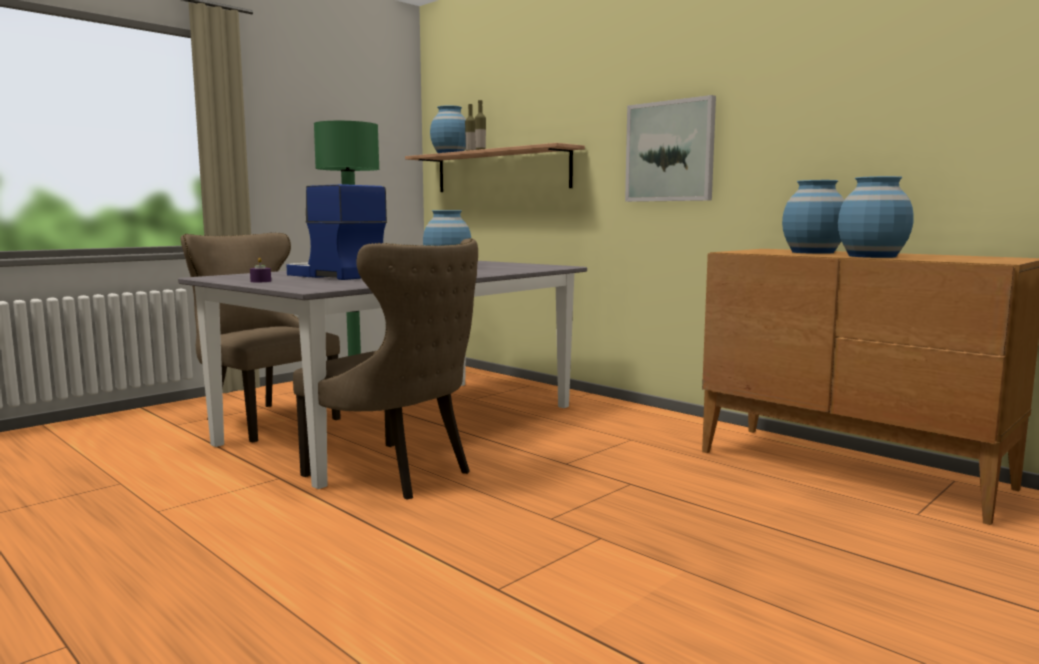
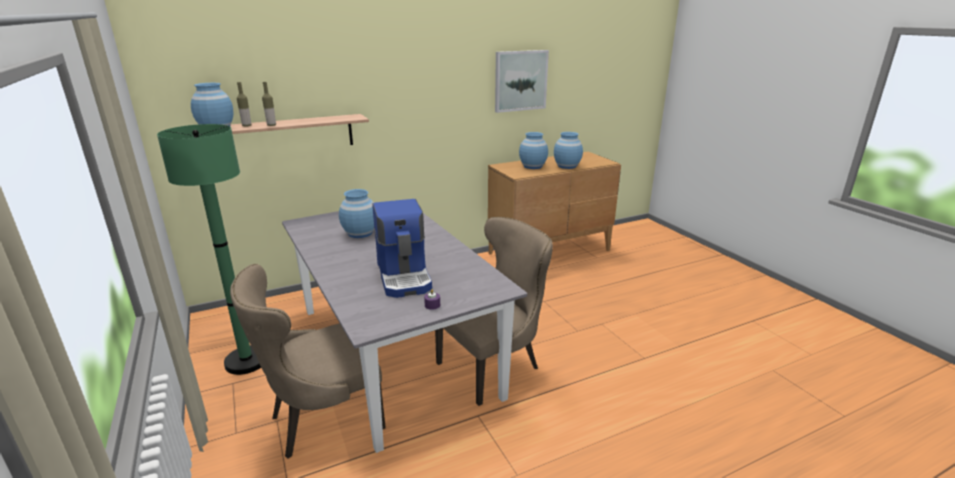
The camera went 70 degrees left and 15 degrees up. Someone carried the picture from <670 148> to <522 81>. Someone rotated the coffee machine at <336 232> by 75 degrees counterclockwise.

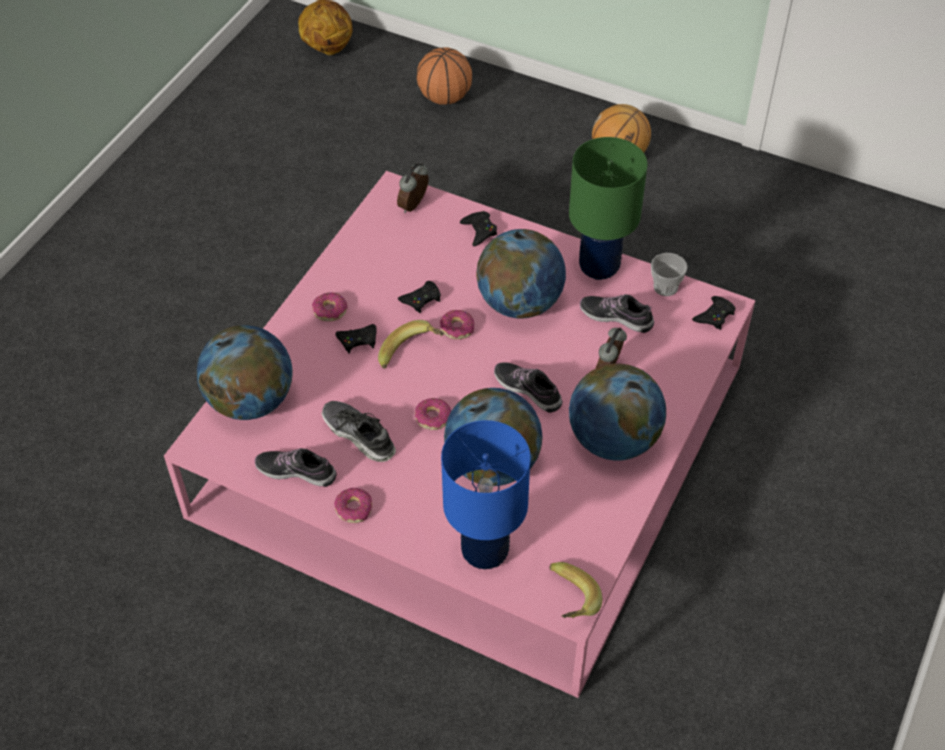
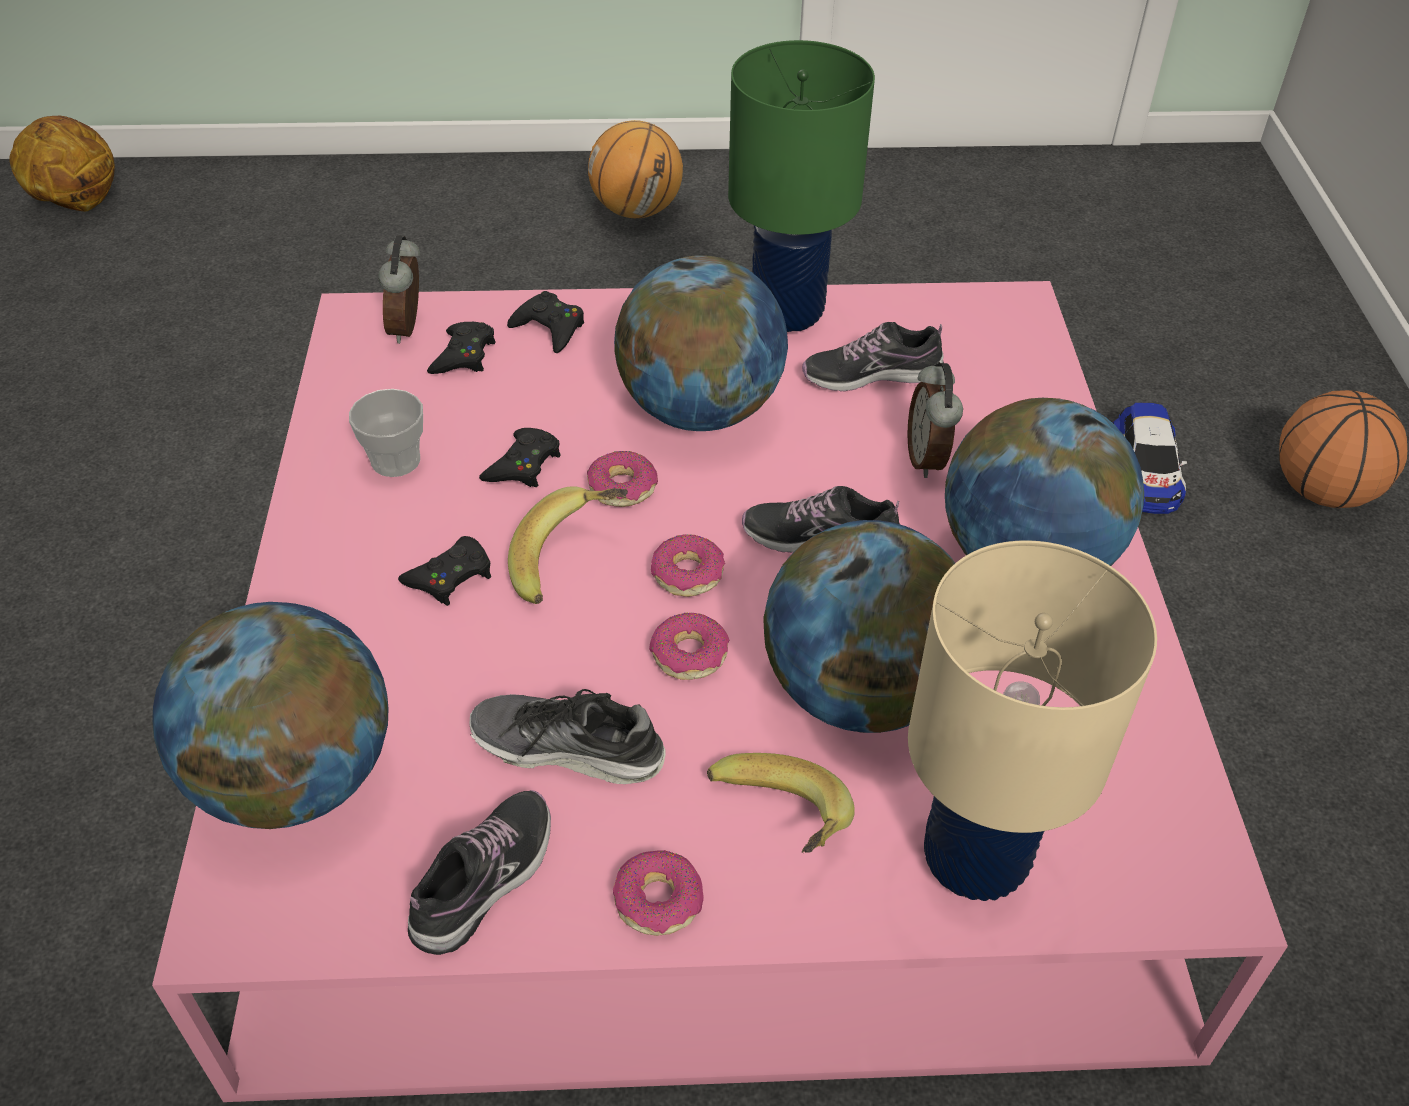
The camera went 30 degrees left and 5 degrees down. Someone carried the basketball from <444 76> to <1343 449>. Someone carried the cup from <669 274> to <386 433>. Someone carried the donut from <330 307> to <688 565>. Someone carried the black game controller from <713 313> to <461 348>. Someone repainted the blue table lamp at <485 494>, which became the beige table lamp at <1032 720>. Someone rotated the shoe at <295 467> by 135 degrees clockwise. Someone carried the banana from <575 590> to <780 803>. Someone put down the toy car at <1149 458>.

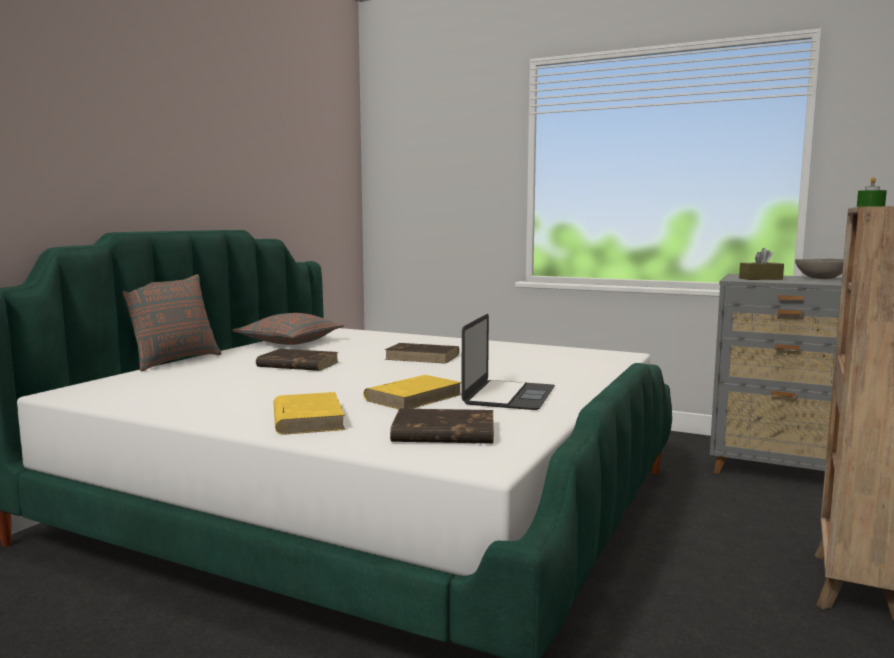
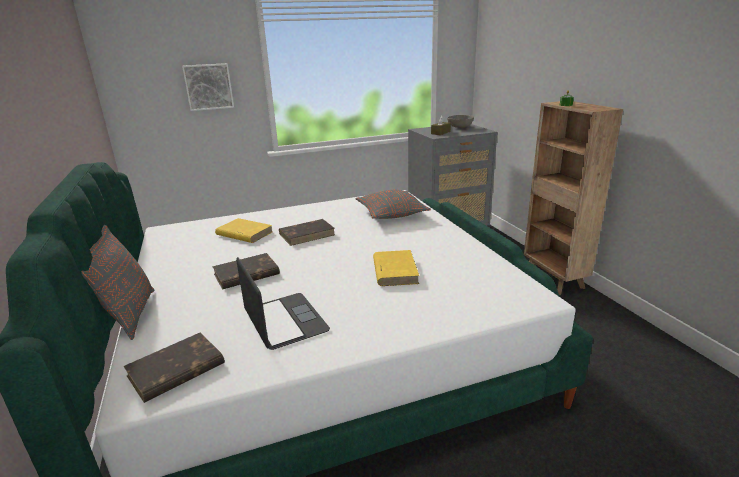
The camera went 45 degrees left and 15 degrees up. Someone carried the grey pillow from <288 329> to <393 204>. Someone carried the laptop from <508 362> to <283 303>. Someone carried the yellow book from <309 413> to <243 230>. Someone carried the brown book from <442 426> to <174 367>. Someone put up the picture at <208 87>.

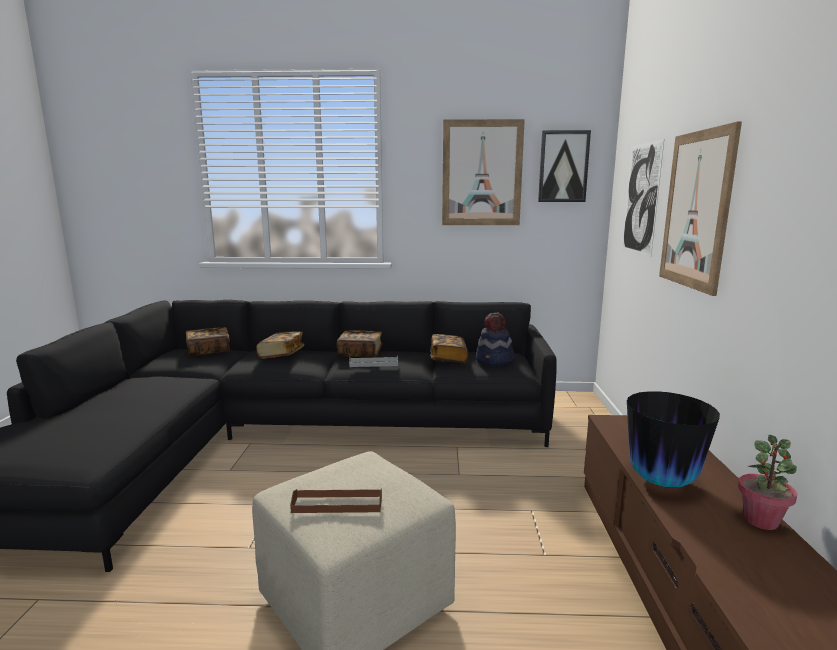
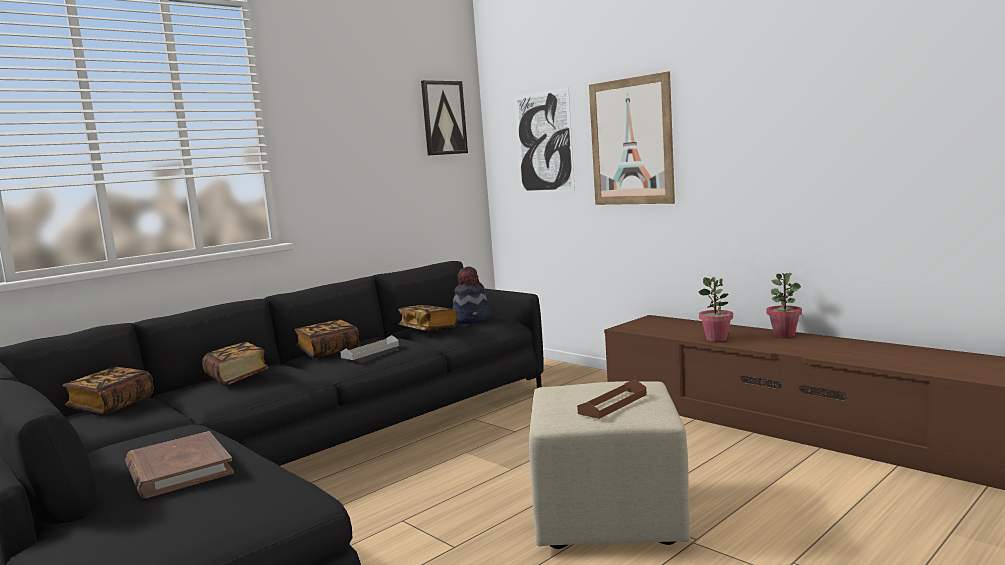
The camera went 45 degrees left and 5 degrees down. Someone took away the picture at <483 172>. Someone swapped the vase at <673 439> for the potted plant at <716 309>. Someone put down the brown book at <179 465>.

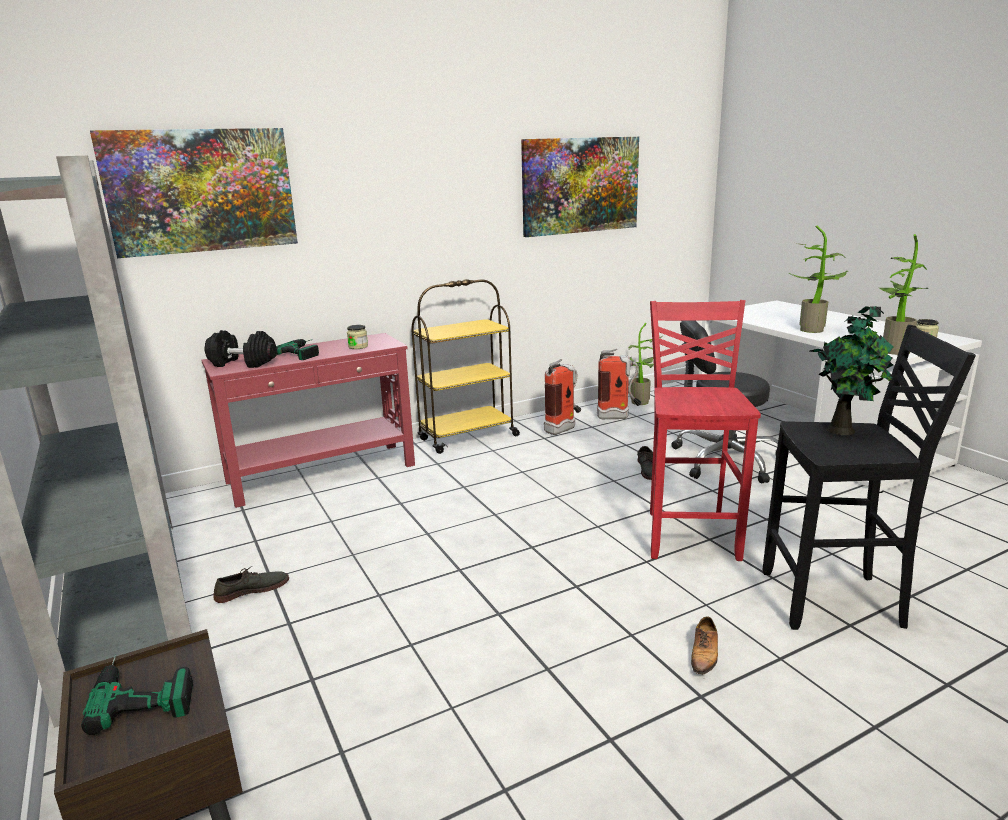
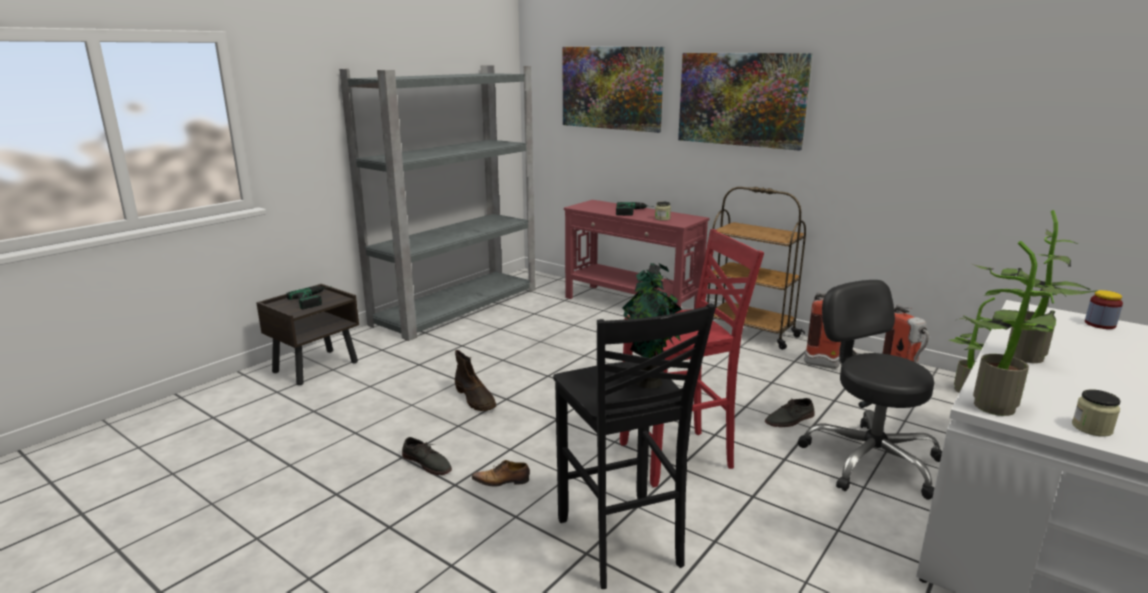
The camera went 65 degrees right and 0 degrees up. Someone carried the picture from <580 187> to <745 102>. Someone repainted the yellow cart at <466 366>, which became the brown cart at <756 268>. Someone took away the black dumbbell at <240 349>. Someone carried the grey shoe from <251 584> to <427 456>. Someone put down the jar at <1104 309>. Someone put down the brown boot at <475 380>.

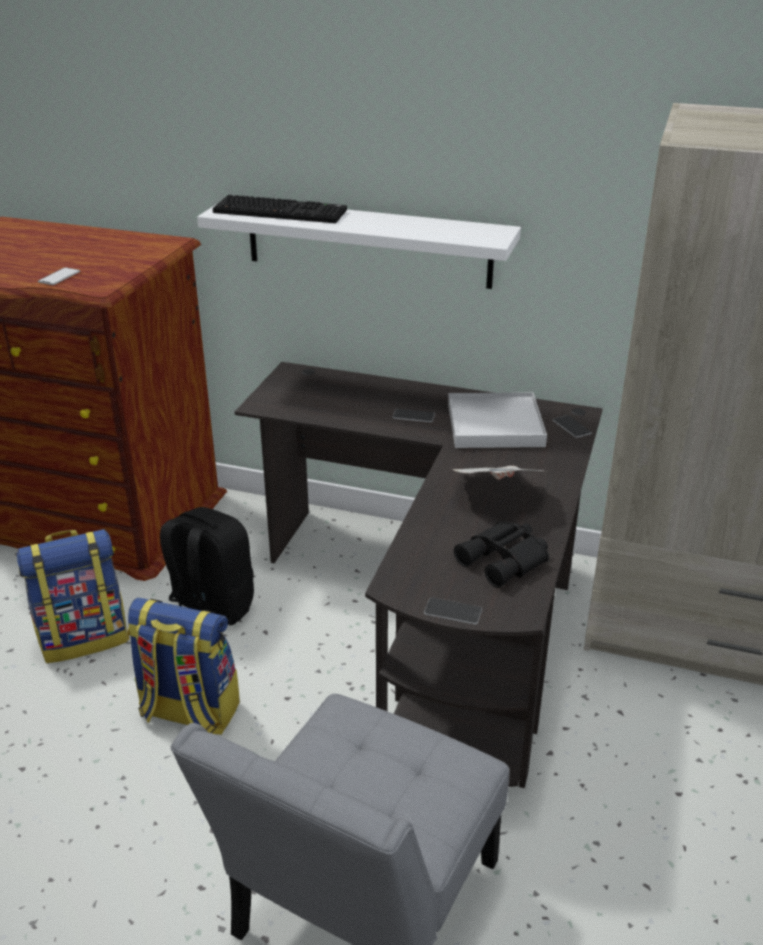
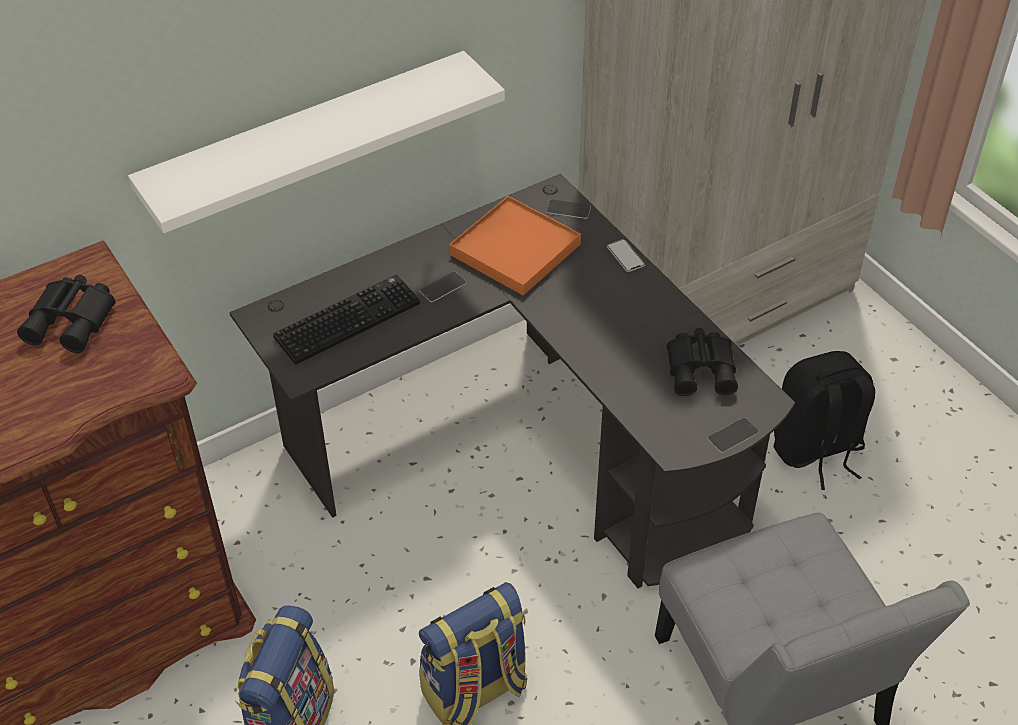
The camera went 50 degrees left and 15 degrees up. Someone carried the keyboard from <280 209> to <346 320>. Someone carried the phone from <59 276> to <626 255>. Someone repainted the white tray at <497 420>, which became the orange tray at <515 245>. Someone took away the newspaper at <499 473>. Someone carried the black backpack from <207 566> to <824 420>. Someone put down the black binoculars at <66 314>.

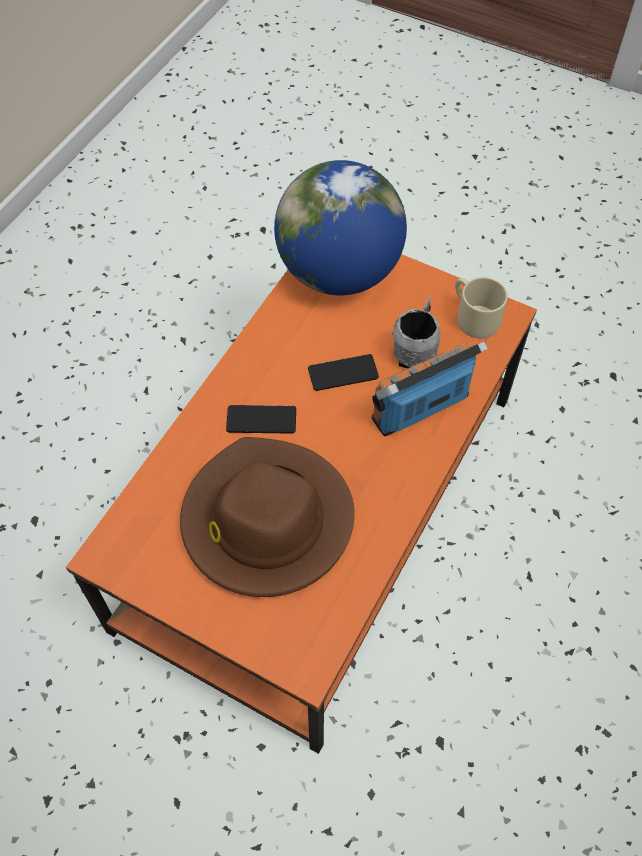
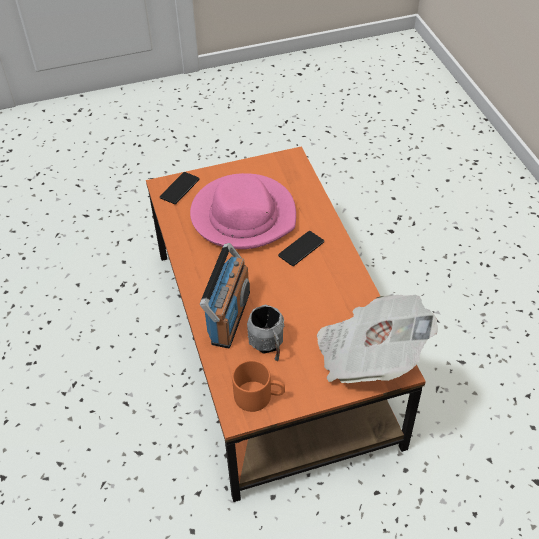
The camera went 135 degrees right and 10 degrees down. Someone swapped the globe at <340 227> for the newspaper at <377 339>. Someone repainted the beige mug at <481 307>, which became the orange mug at <258 386>. Someone carried the phone from <343 372> to <180 188>. Someone repainted the brown hat at <267 517>, which became the pink hat at <243 211>.

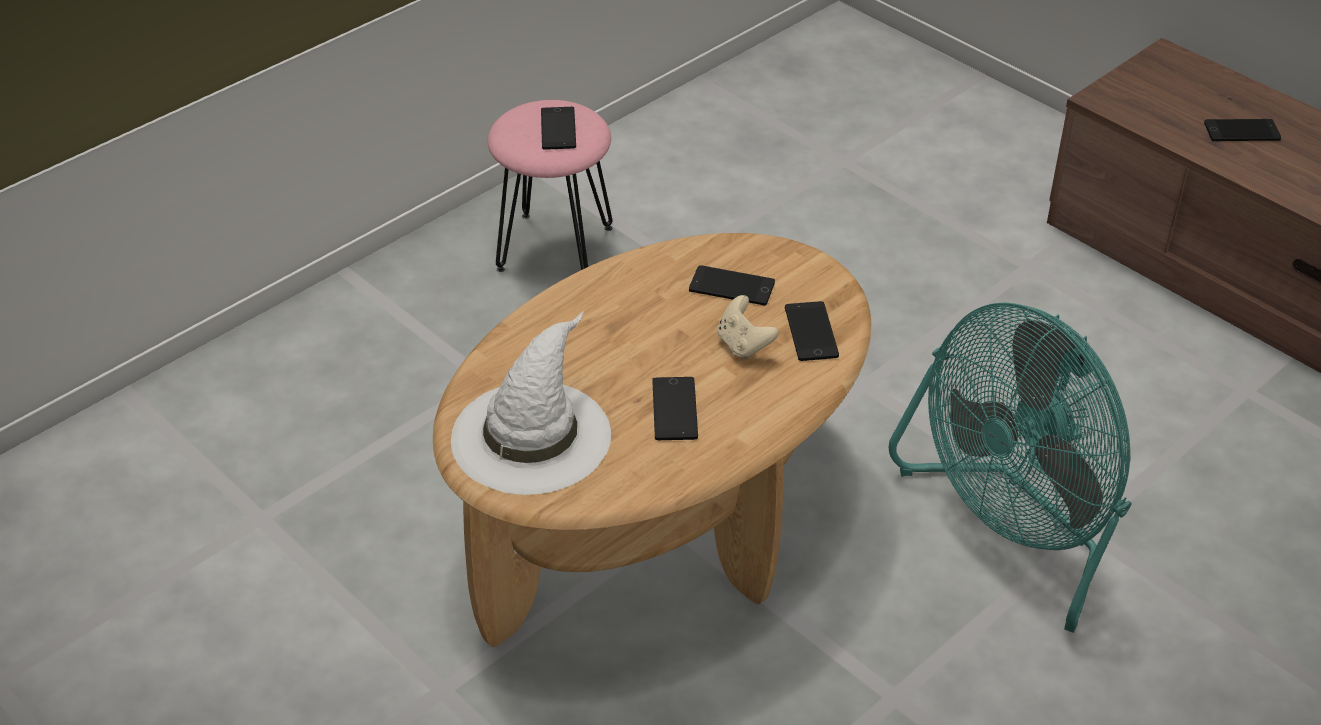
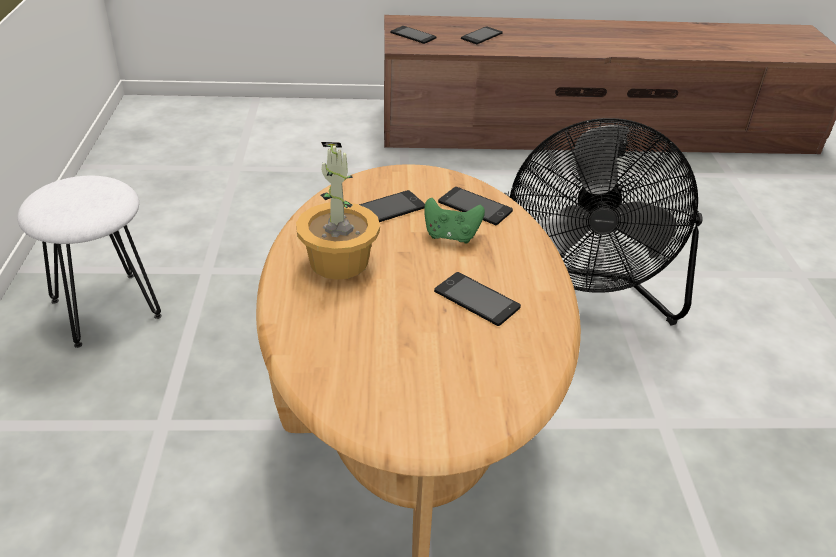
The camera went 50 degrees left and 5 degrees down. Someone repainted the pink stool at <550 186>, which became the white stool at <89 262>. Someone carried the phone from <558 128> to <413 35>. Someone repainted the beige game controller at <748 327>, which became the green game controller at <454 221>. Someone repainted the turquoise fan at <1010 468>, which became the black fan at <603 222>. Someone took away the white hat at <531 402>. Someone put down the potted plant at <338 211>.

